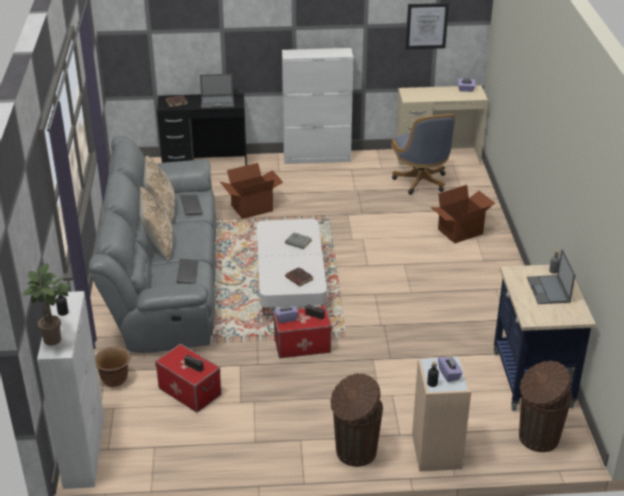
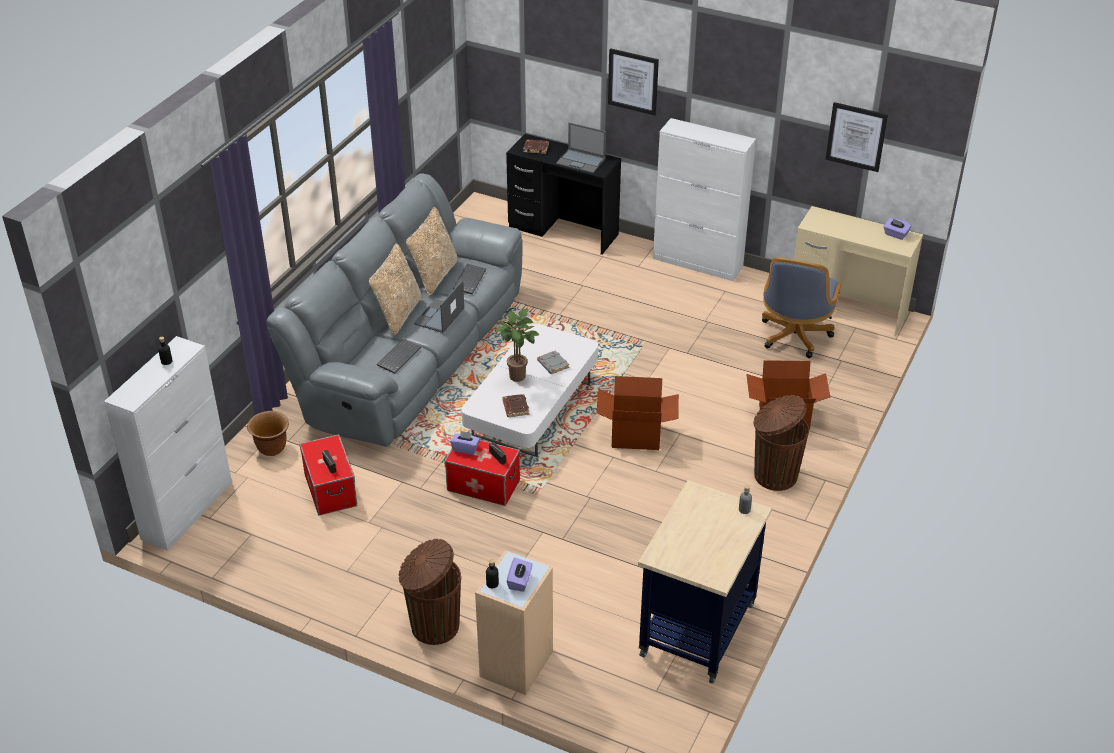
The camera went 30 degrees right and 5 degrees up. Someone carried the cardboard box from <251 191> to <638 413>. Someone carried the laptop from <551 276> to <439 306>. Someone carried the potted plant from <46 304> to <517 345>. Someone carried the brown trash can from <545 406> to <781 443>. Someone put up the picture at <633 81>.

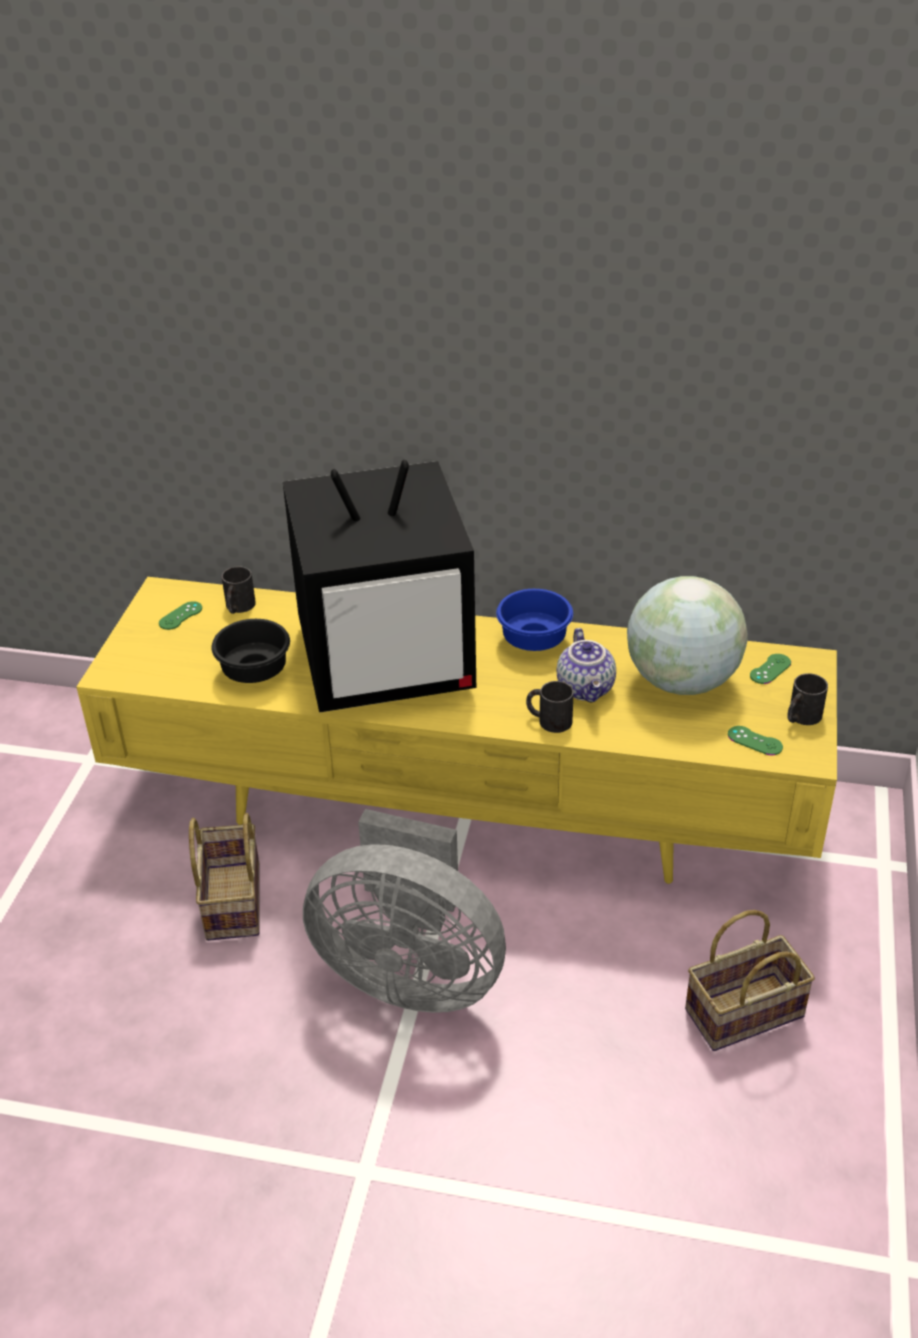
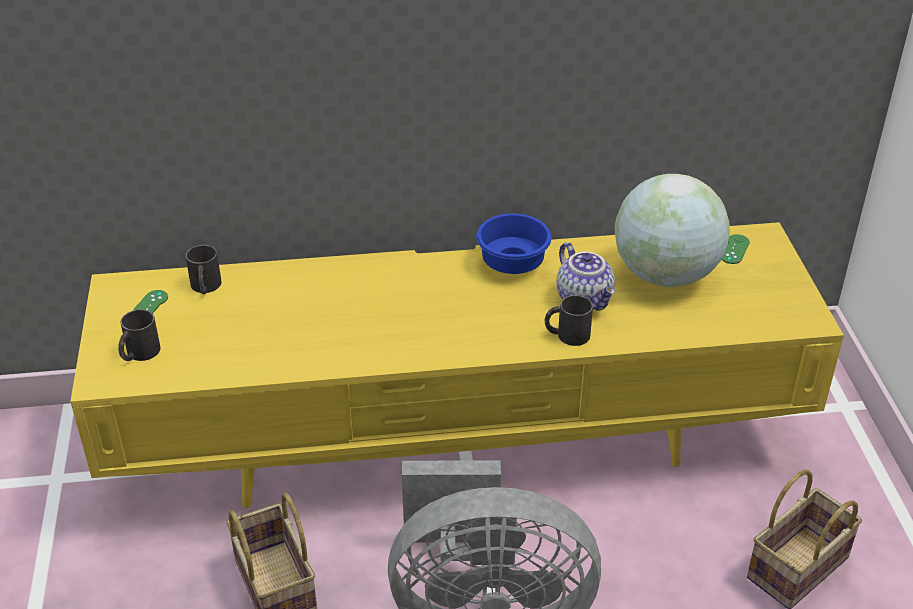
The camera went 20 degrees left and 0 degrees up. Someone took away the television at <379 586>. Someone took away the black bowl at <250 651>. Someone carried the black mug from <807 699> to <139 335>. Someone took away the green game controller at <755 740>.

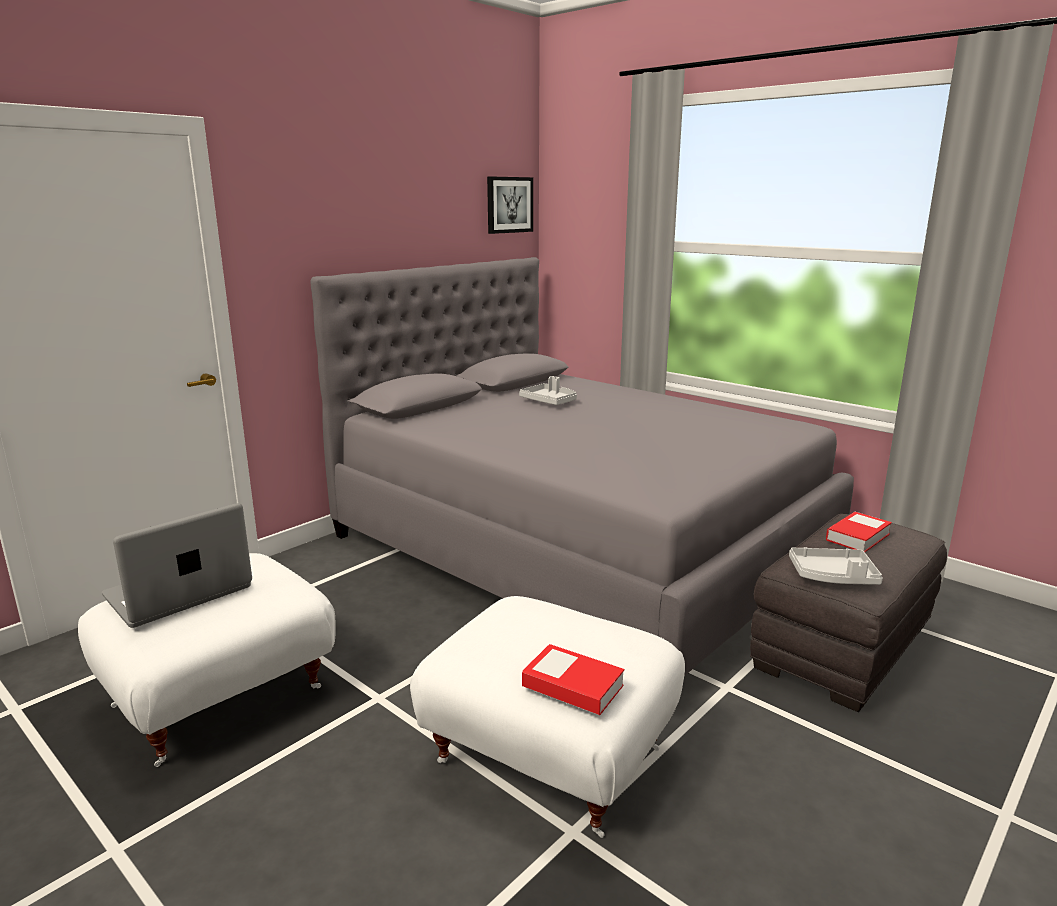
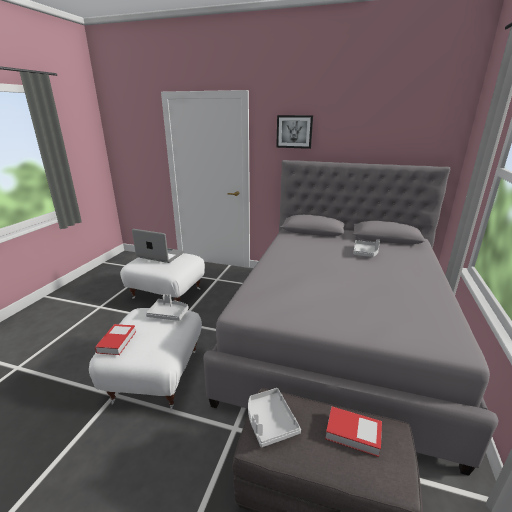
The camera went 65 degrees right and 5 degrees up. Someone carried the picture from <510 205> to <294 132>. Someone put down the grey tray at <167 307>.

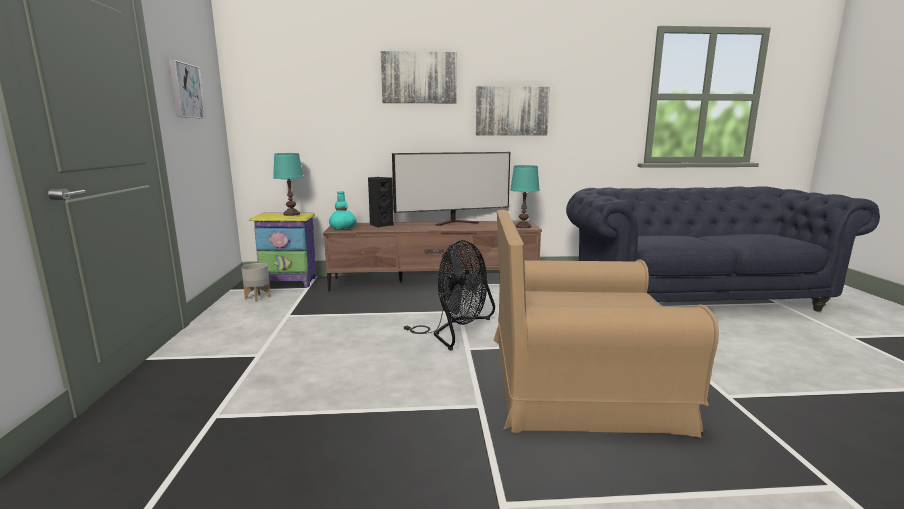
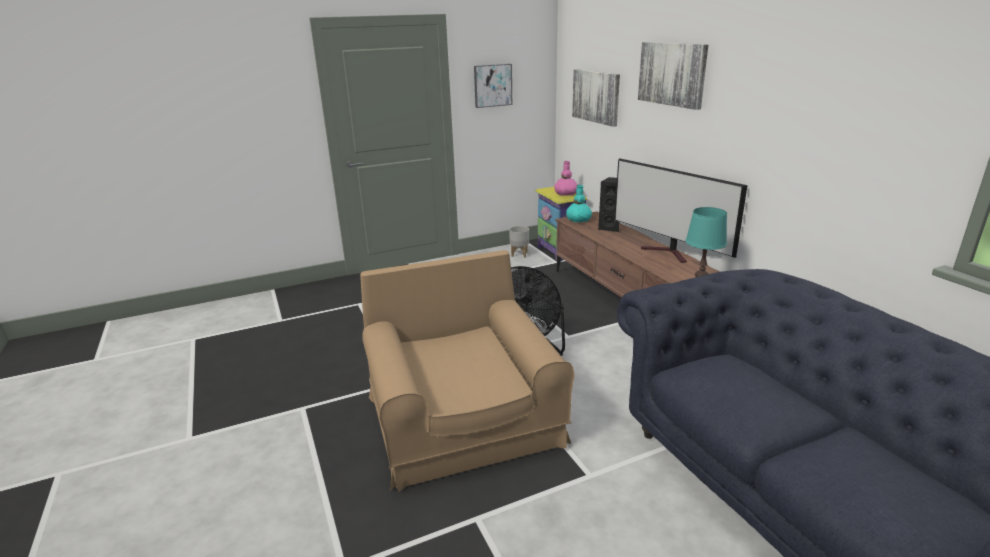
The camera went 70 degrees right and 10 degrees up. Someone carried the picture from <513 111> to <596 98>. Someone swapped the turquoise table lamp at <288 184> for the pink vase at <565 178>.

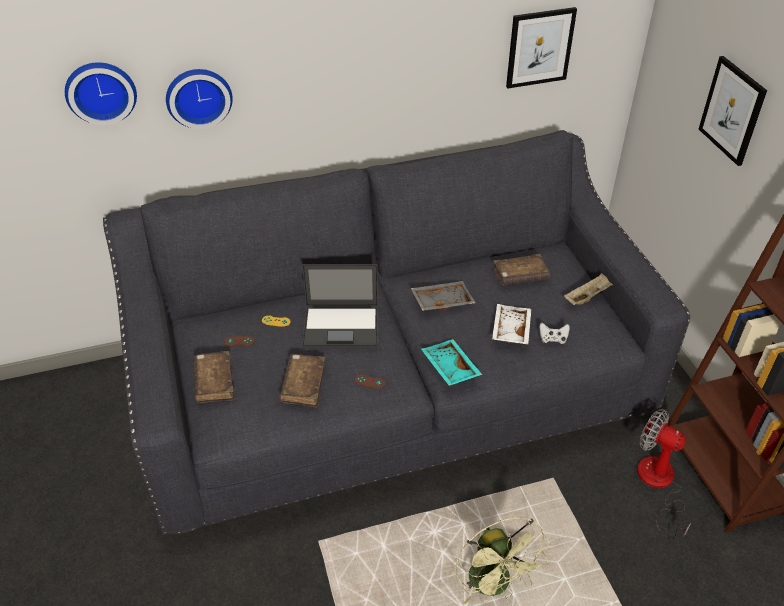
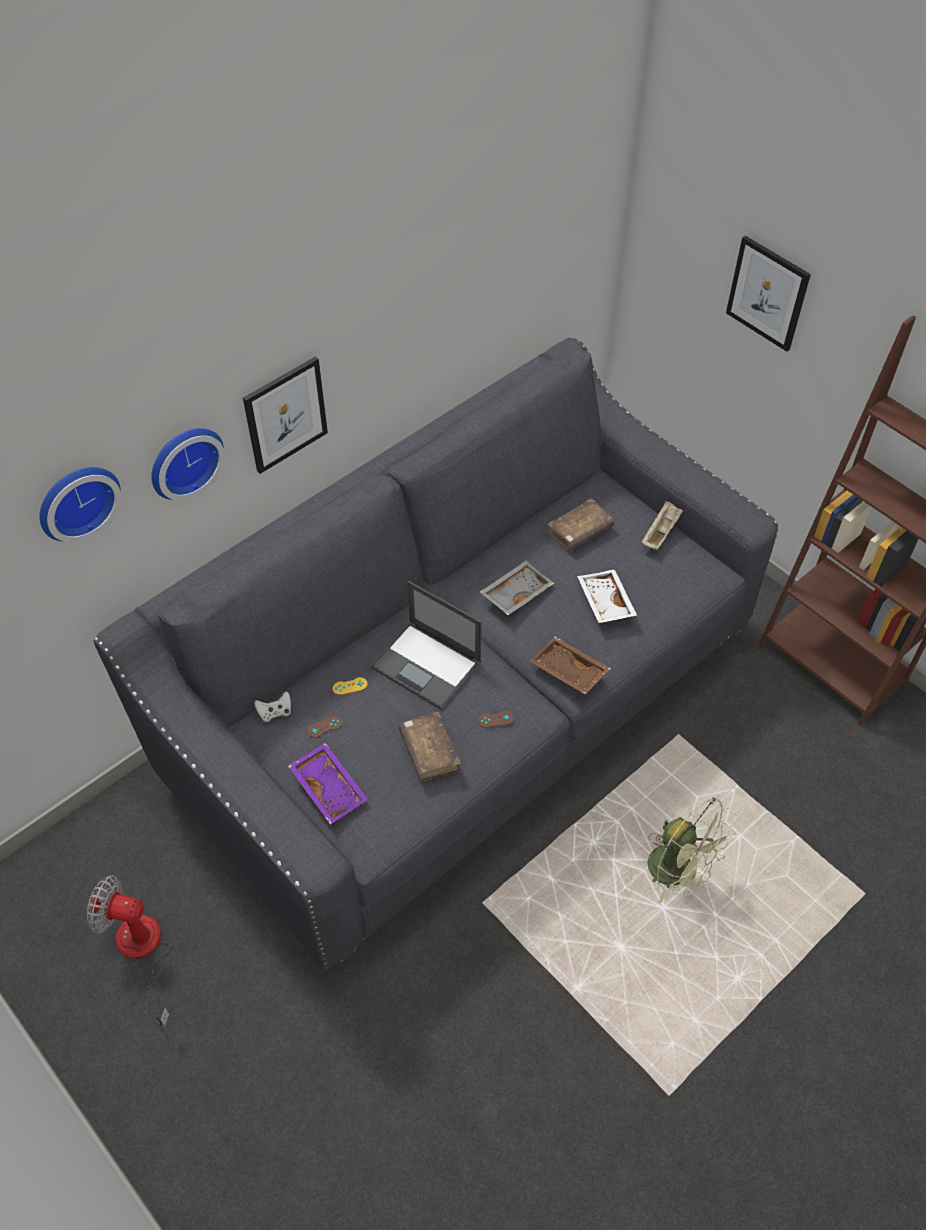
The camera went 25 degrees left and 10 degrees up. Someone carried the picture from <541 47> to <285 415>. Someone rotated the laptop at <340 306> by 60 degrees clockwise. Someone carried the white game controller from <554 333> to <272 706>. Someone repainted the turquoise tray at <452 362>, which became the brown tray at <570 665>. Someone swapped the brown book at <213 377> for the purple tray at <328 784>. Someone carried the fan from <664 474> to <131 950>.

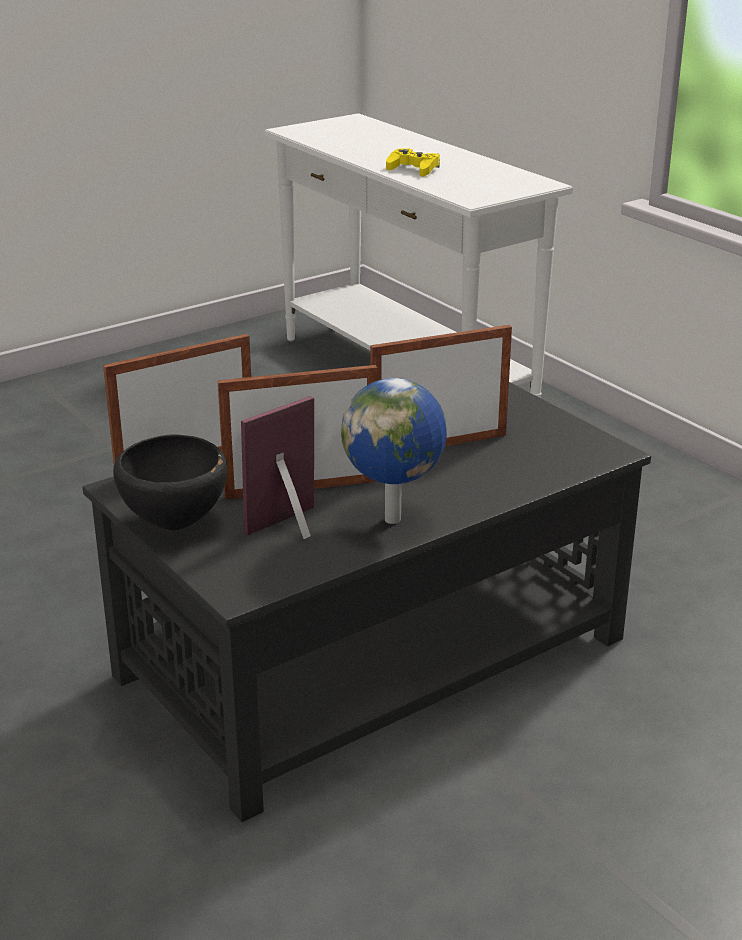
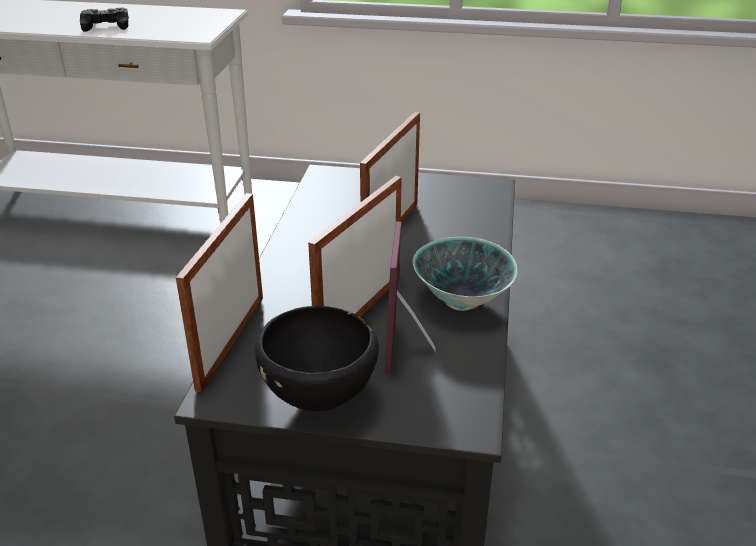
The camera went 45 degrees left and 5 degrees up. Someone repainted the yellow game controller at <413 162>, which became the black game controller at <104 20>. Someone swapped the globe at <394 451> for the bowl at <465 274>.

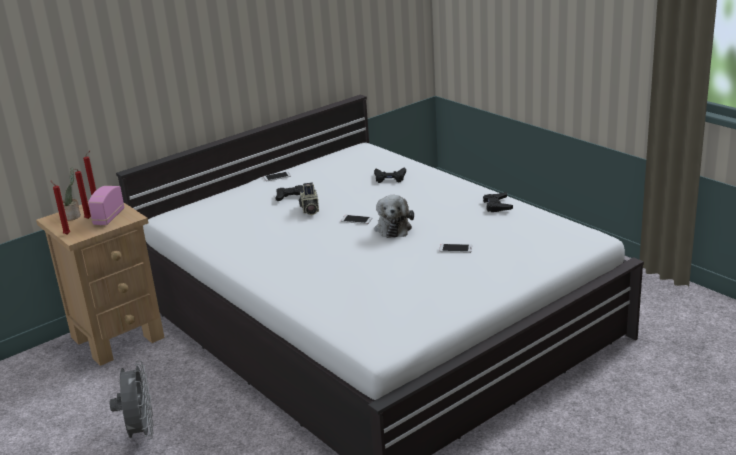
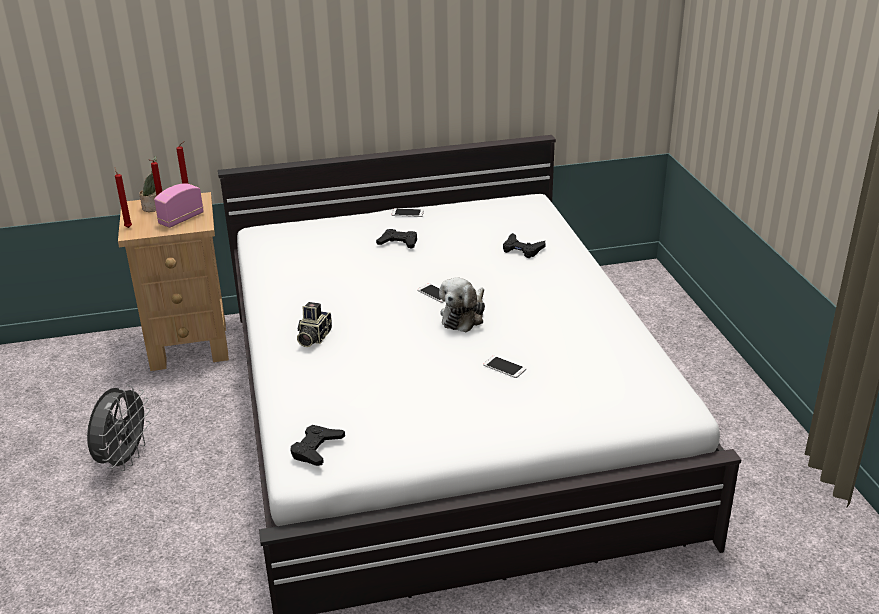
The camera went 25 degrees right and 5 degrees up. Someone carried the photo camera from <309 199> to <314 324>. Someone carried the black game controller from <498 202> to <317 445>.

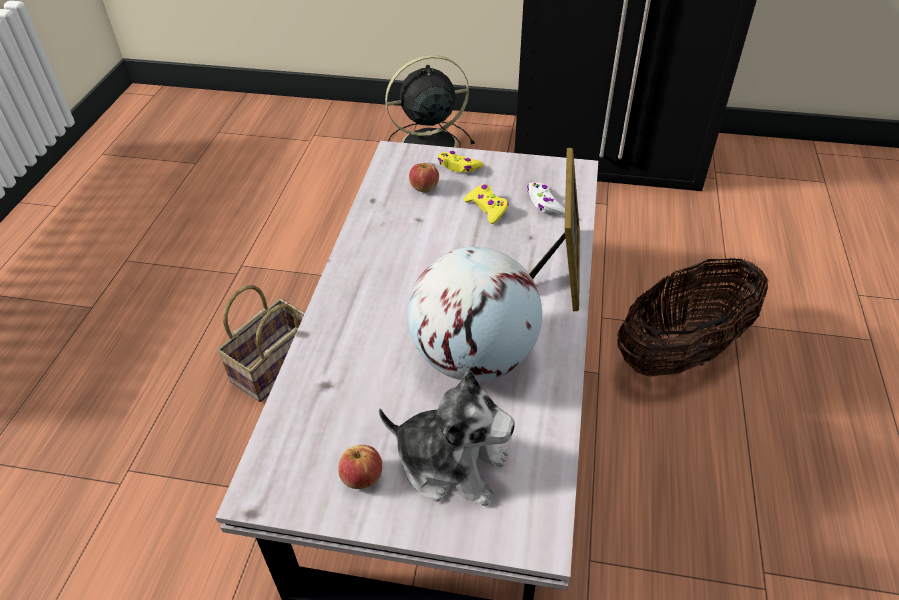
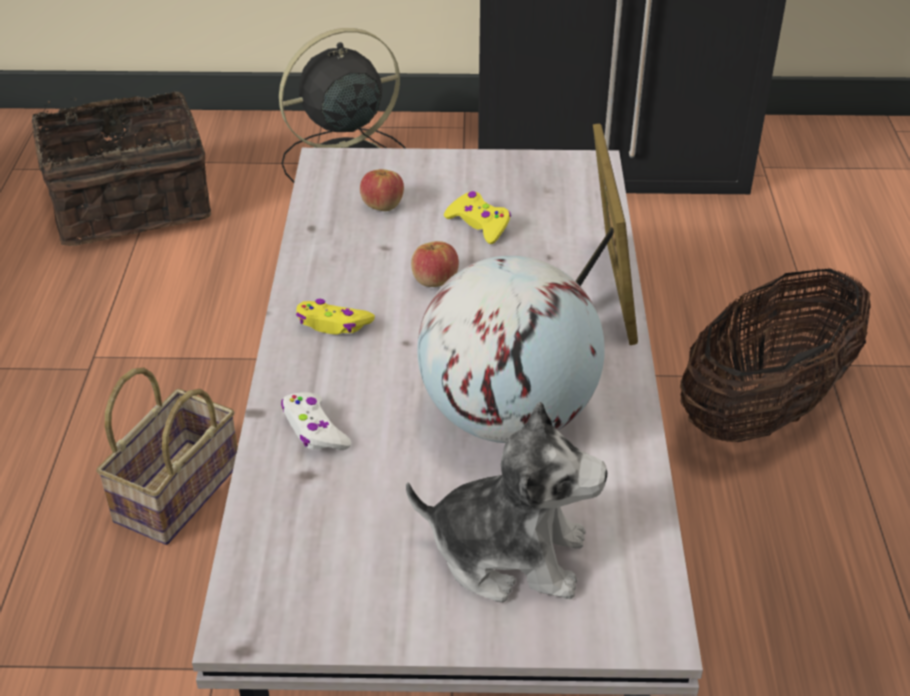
The camera went 10 degrees left and 5 degrees down. Someone carried the yellow game controller from <461 161> to <335 316>. Someone carried the white game controller from <546 199> to <316 421>. Someone carried the apple from <360 467> to <435 264>. Someone put down the basket at <121 169>.

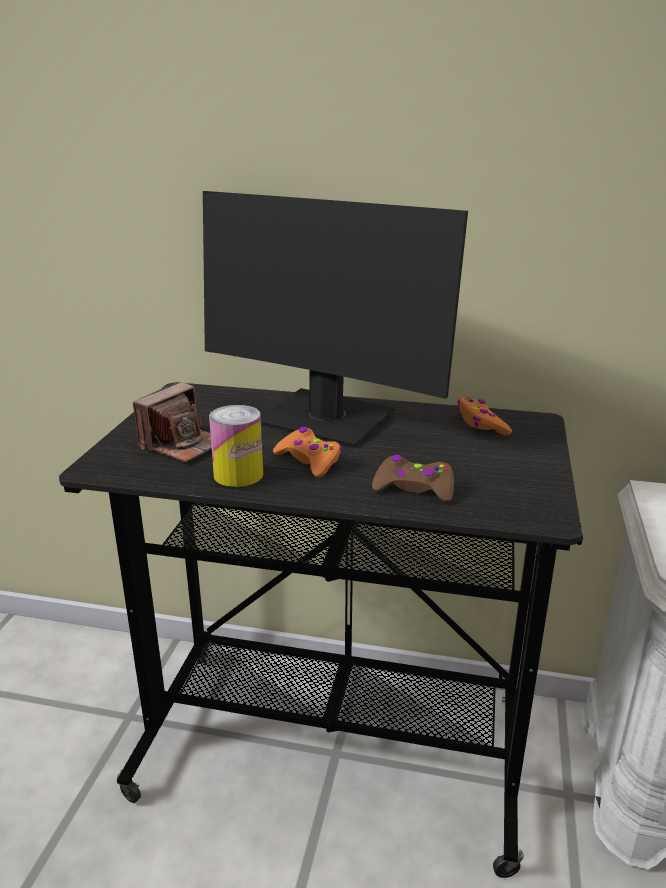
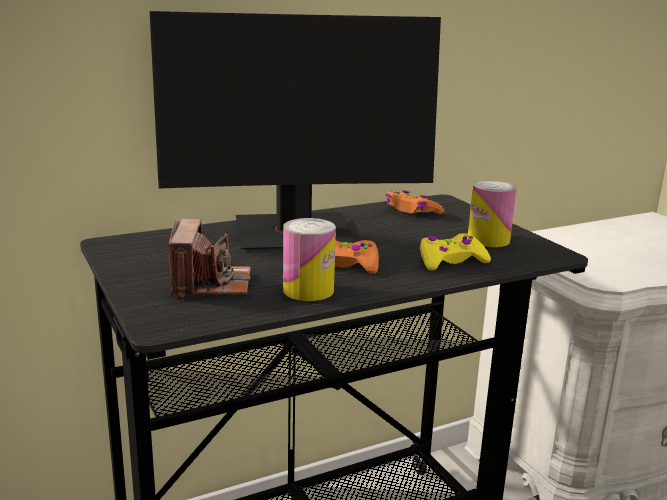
The camera went 40 degrees left and 5 degrees down. Someone repainted the brown game controller at <413 479>, which became the yellow game controller at <455 251>. Someone put down the can at <492 213>.

